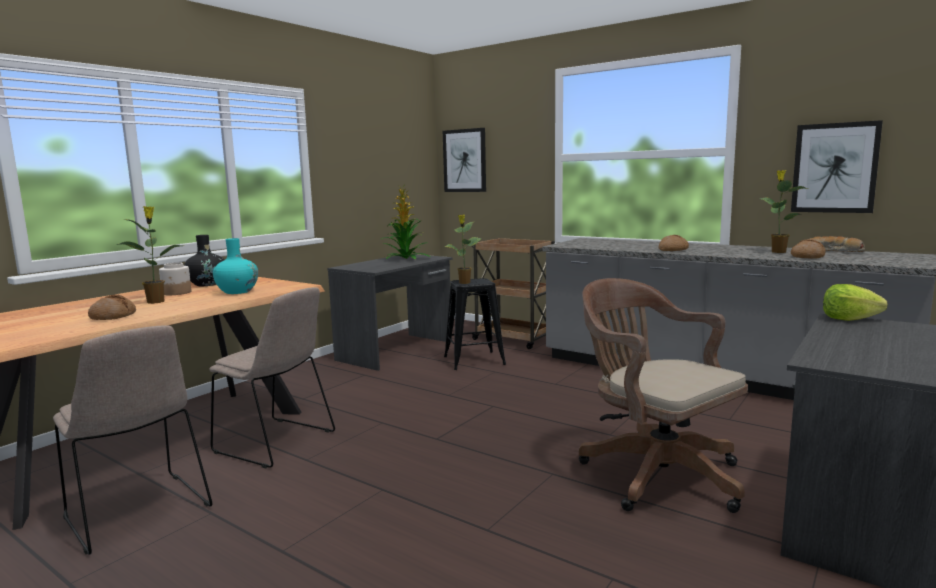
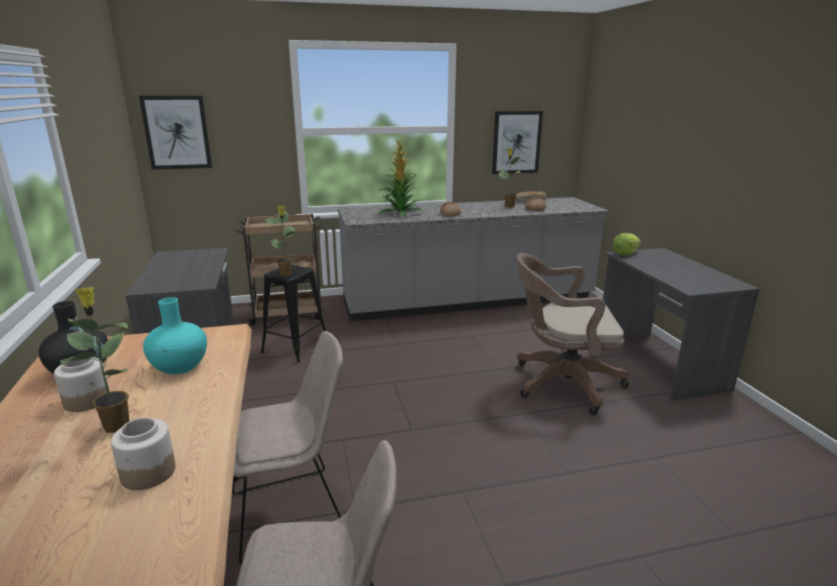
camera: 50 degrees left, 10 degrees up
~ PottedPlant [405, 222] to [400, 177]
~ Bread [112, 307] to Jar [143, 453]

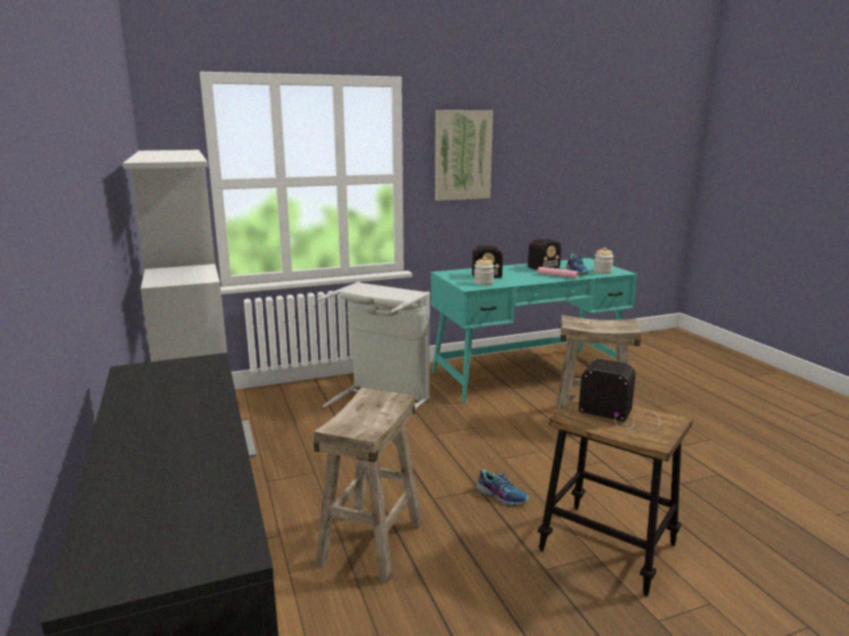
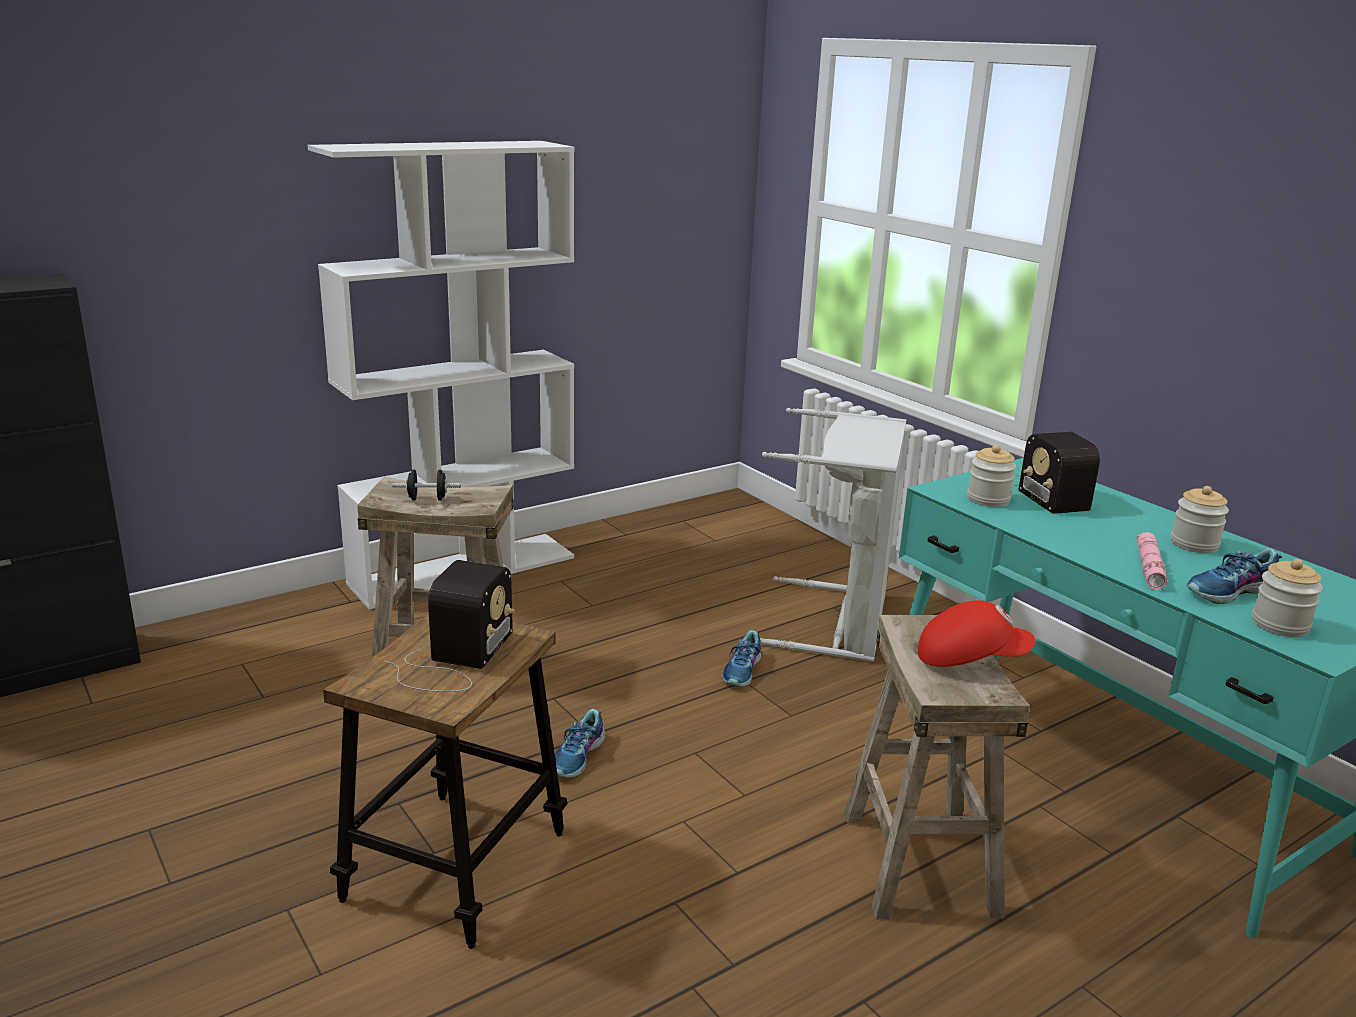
camera: 75 degrees right, 5 degrees up
- Picture [464, 155]
+ BlackDumbbell [426, 485]
+ Shoe [742, 658]
+ RedCap [977, 633]
~ Radio [537, 255] to Jar [1200, 519]

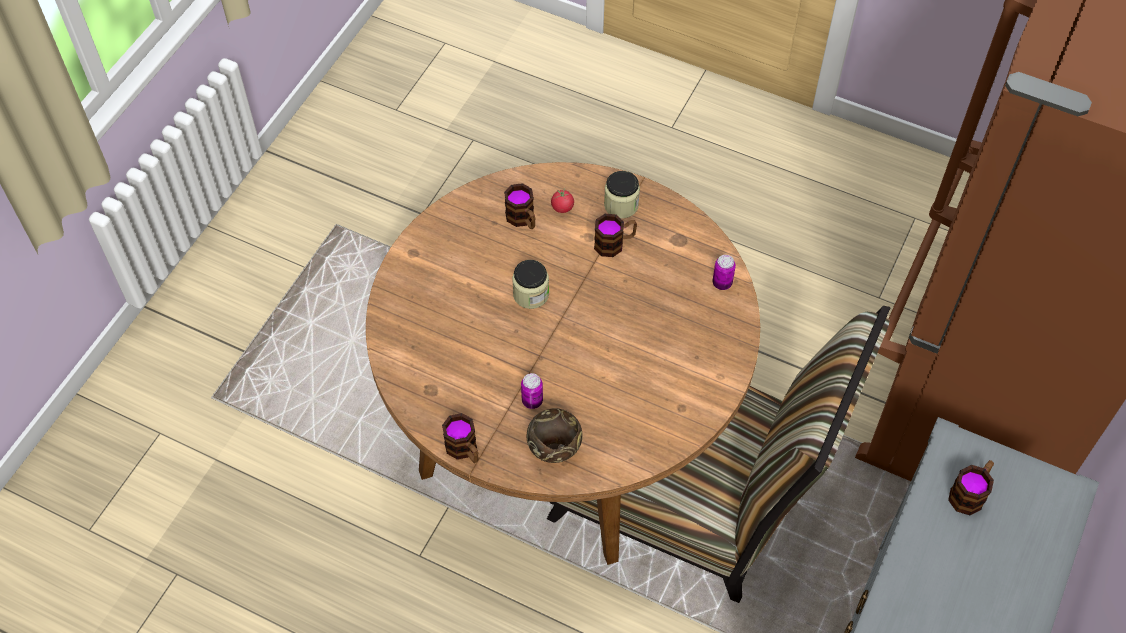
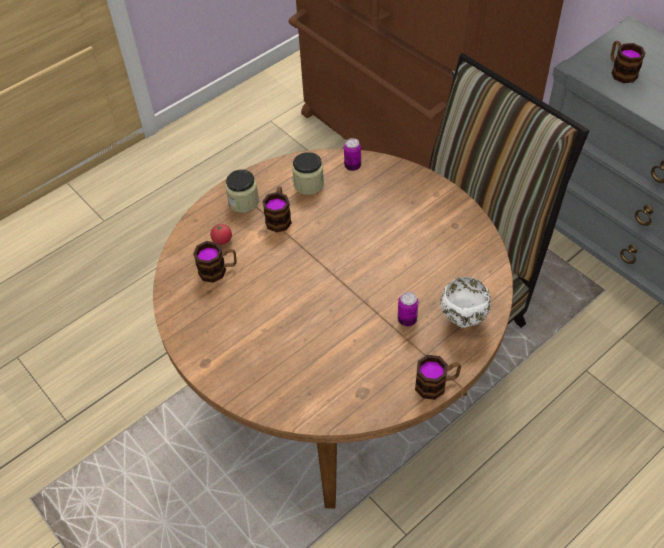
camera: 65 degrees left, 5 degrees down
~ Jar [530, 284] to [308, 173]
~ BrownBowl [555, 435] to WhiteBowl [465, 302]

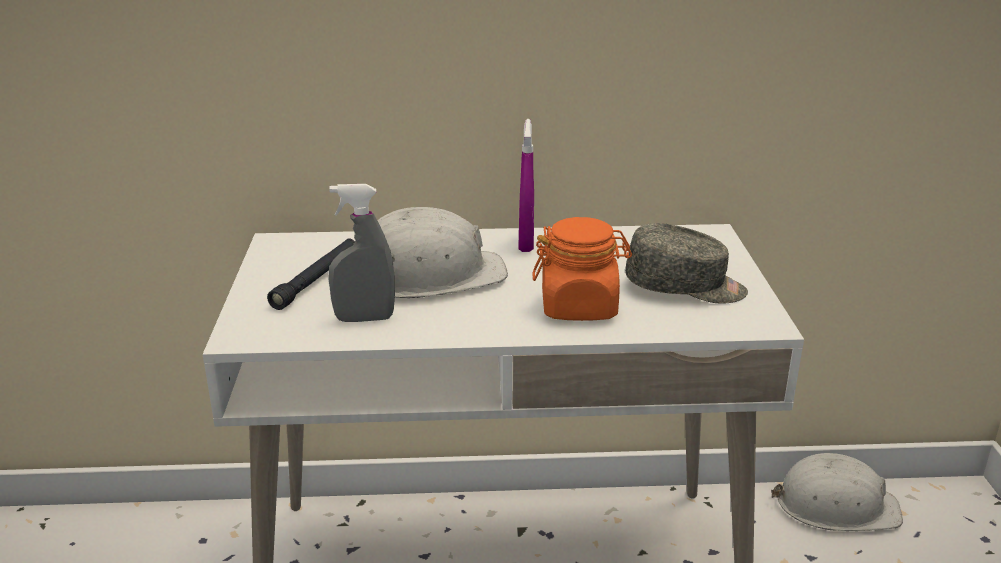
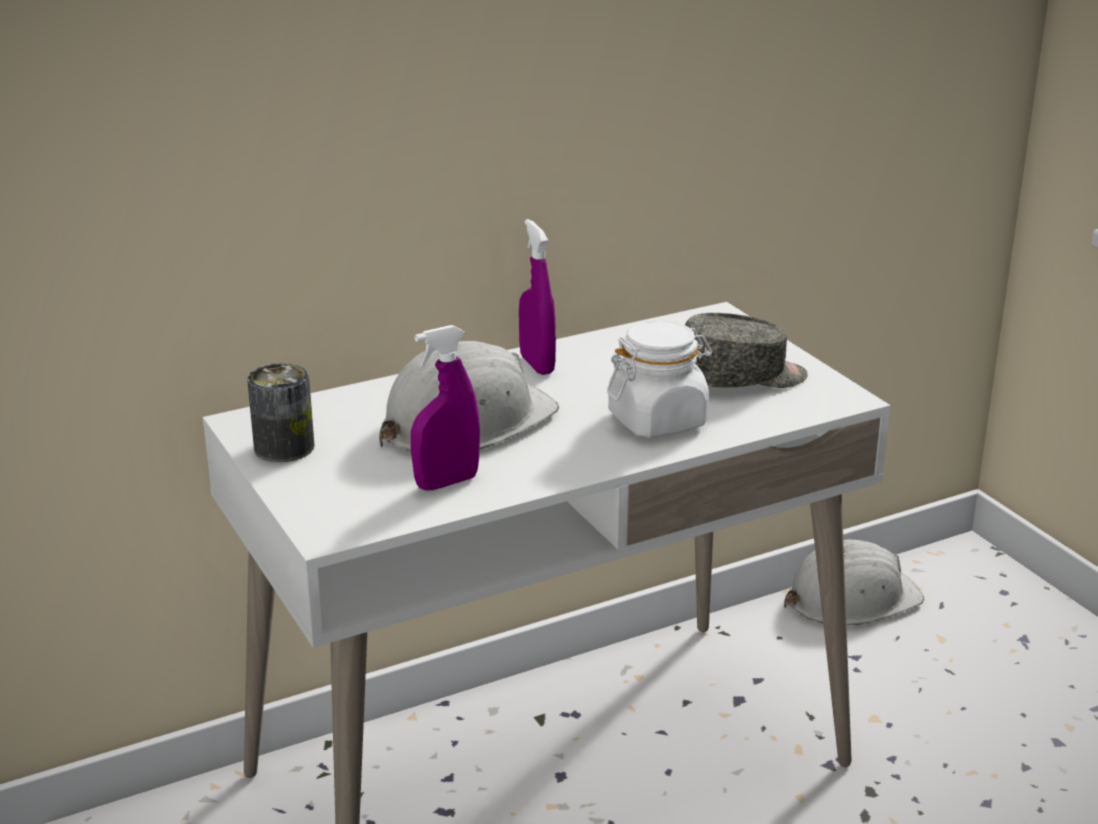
camera: 25 degrees left, 0 degrees up
- BlackFlashlight [311, 274]
+ Can [281, 412]
~ GreySprayBottle [361, 253] to PurpleSprayBottle [445, 408]
~ OrangeJar [582, 269] to WhiteJar [659, 378]

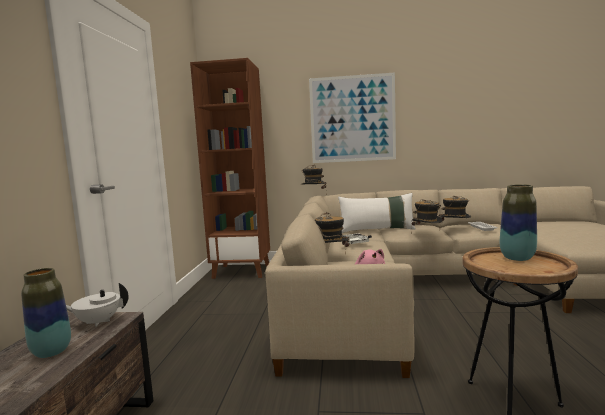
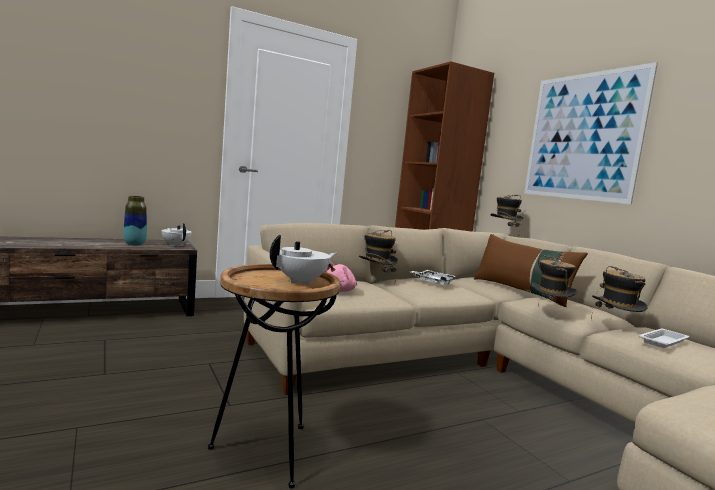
camera: 55 degrees right, 0 degrees up
~ Vase [518, 222] to WhiteTeapot [303, 260]
~ WhitePillow [376, 213] to BrownPillow [531, 270]

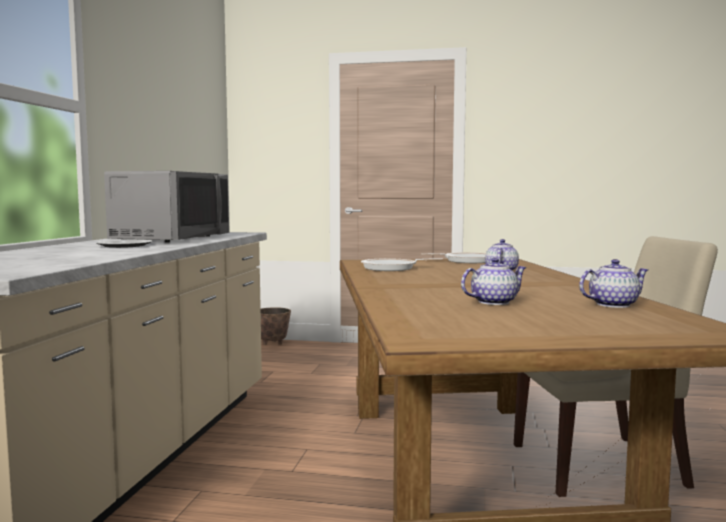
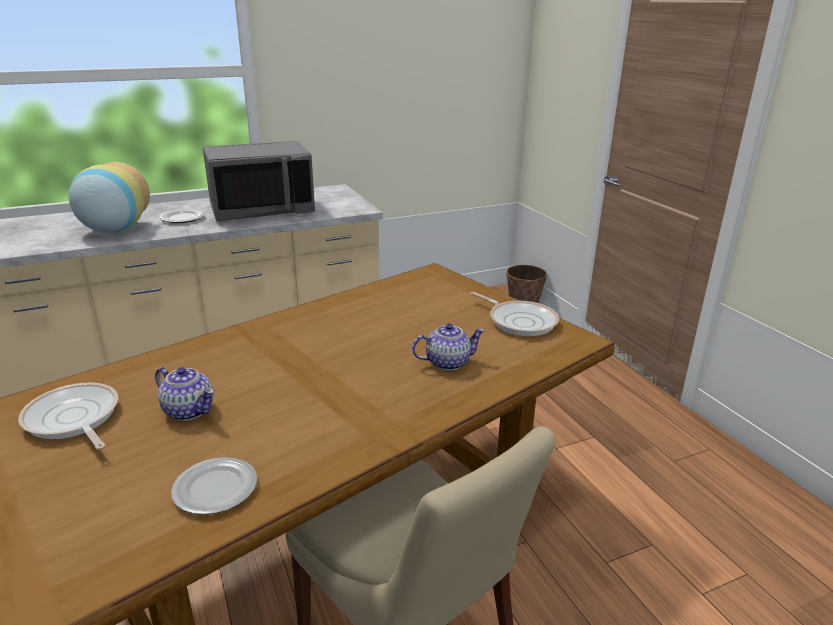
camera: 55 degrees right, 20 degrees up
+ Vase [109, 197]
~ FryingPan [402, 264] to [68, 416]
~ Teapot [613, 283] to Plate [214, 486]

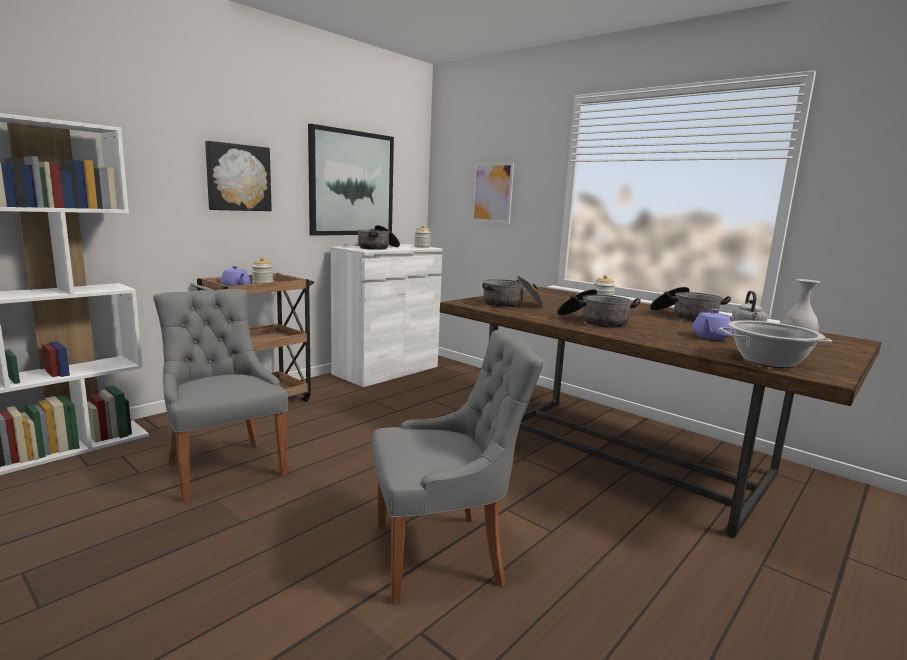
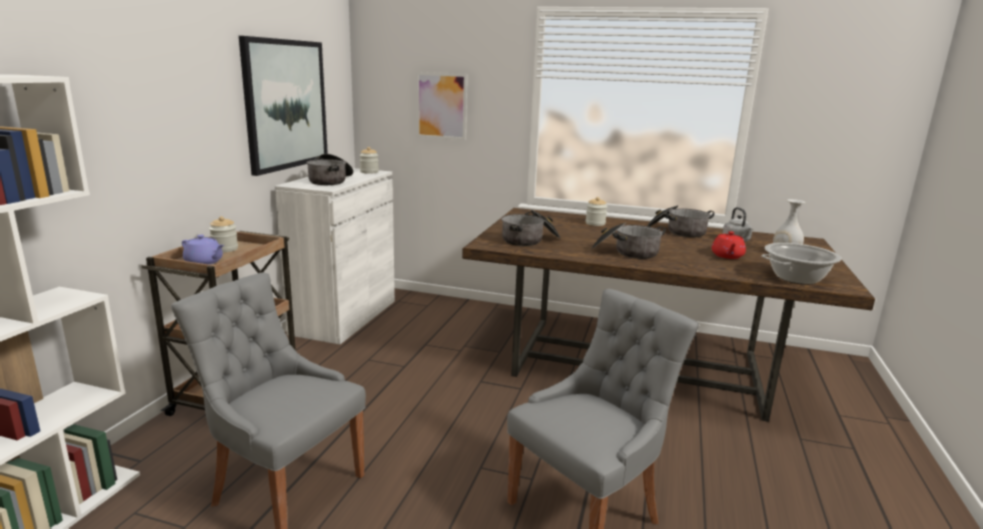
camera: 25 degrees left, 5 degrees up
- Picture [238, 176]
~ PurpleTeapot [712, 324] to RedTeapot [729, 245]

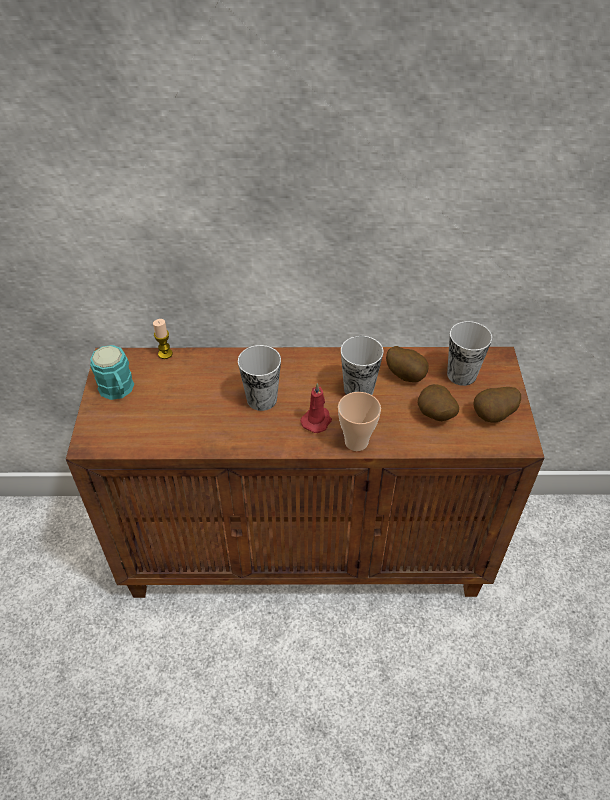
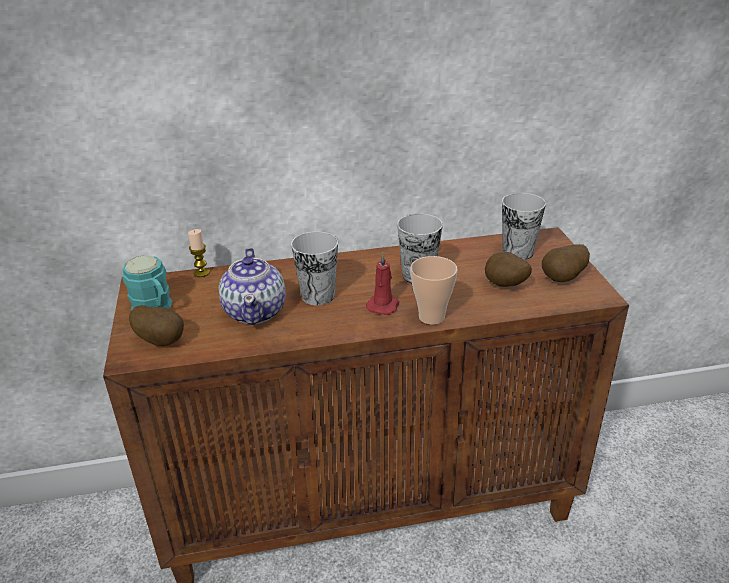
camera: 10 degrees left, 15 degrees down
+ Teapot [252, 286]
~ Potato [407, 364] to [156, 325]

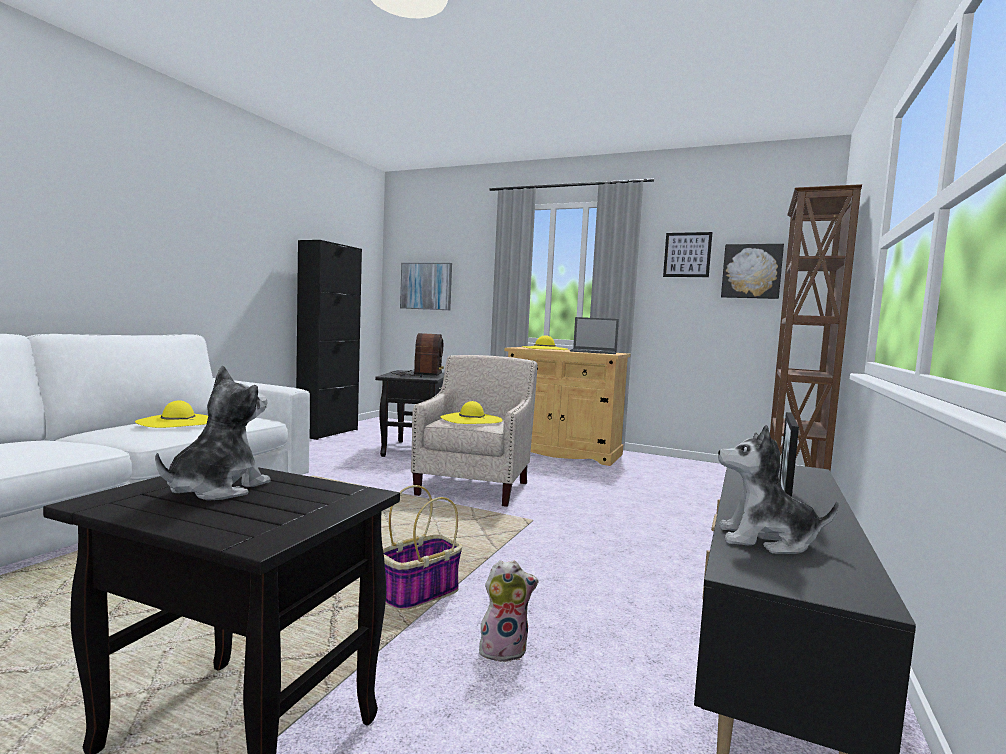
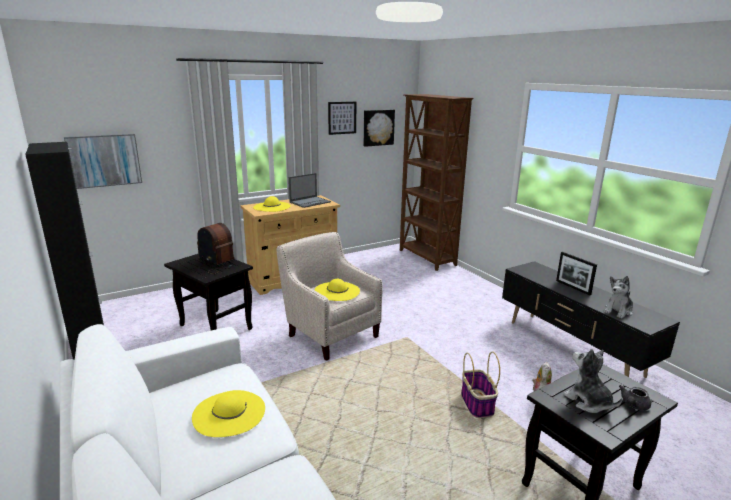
camera: 55 degrees left, 15 degrees up
+ GreyTeapot [635, 398]

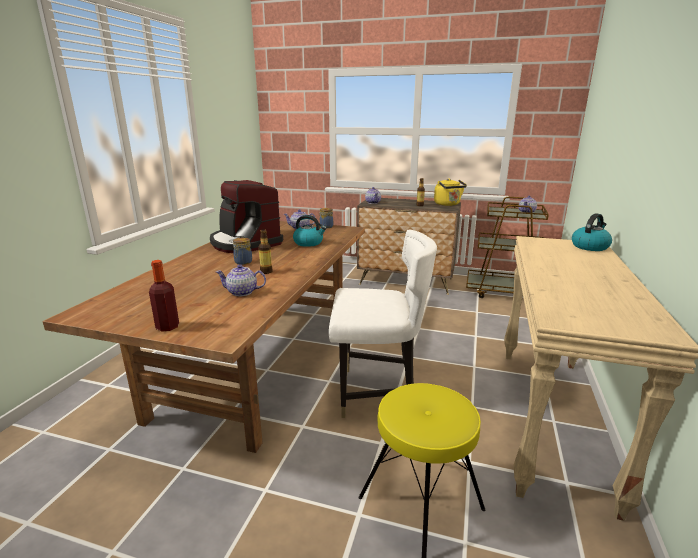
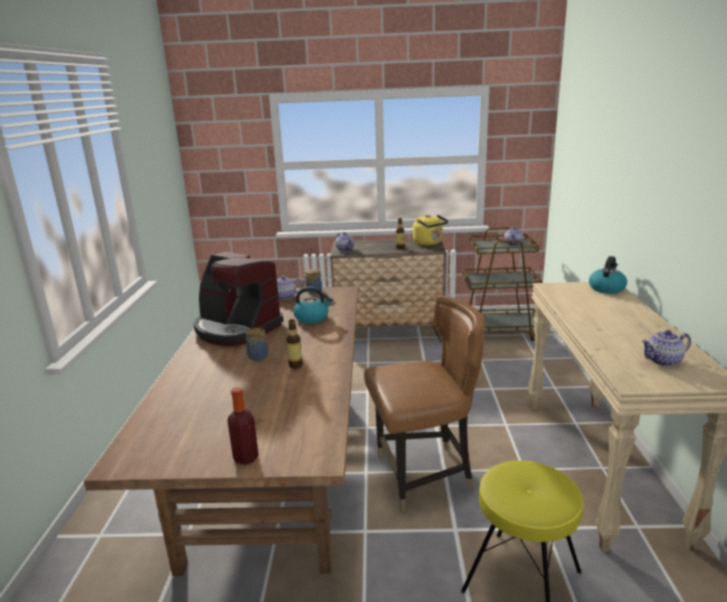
camera: 15 degrees left, 0 degrees up
~ Teapot [241, 280] to [666, 348]
~ WhiteChair [383, 324] to BrownChair [424, 403]

